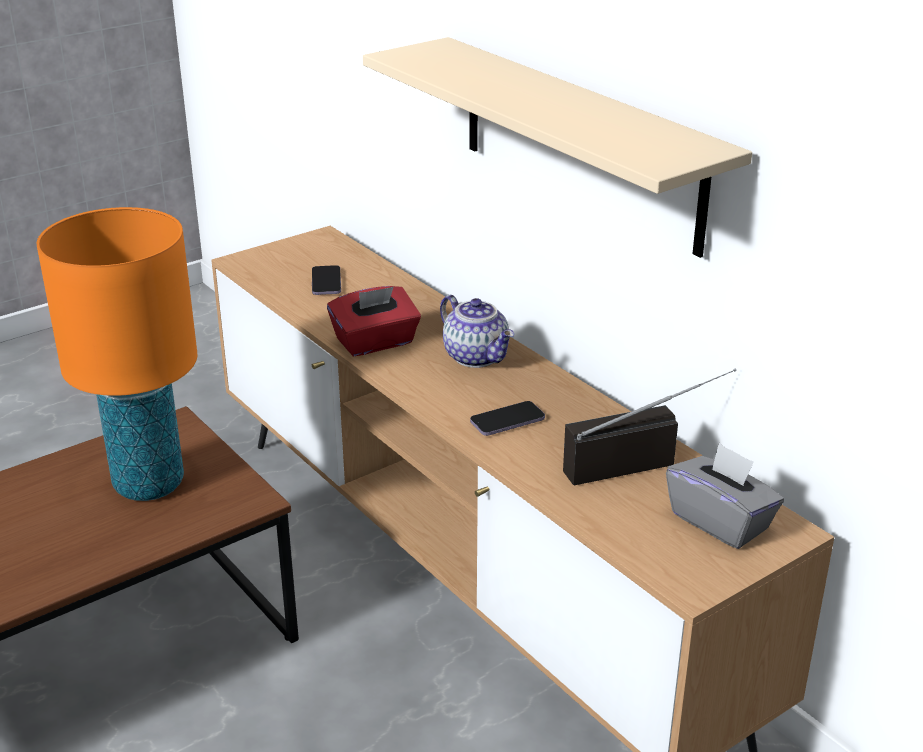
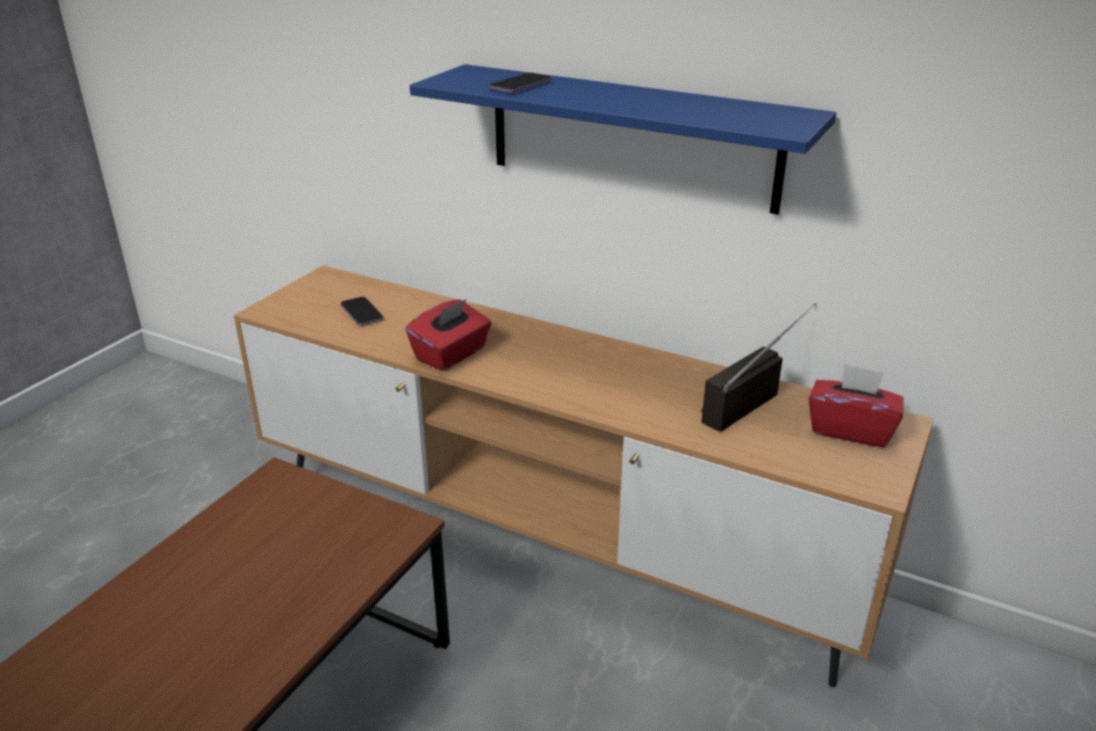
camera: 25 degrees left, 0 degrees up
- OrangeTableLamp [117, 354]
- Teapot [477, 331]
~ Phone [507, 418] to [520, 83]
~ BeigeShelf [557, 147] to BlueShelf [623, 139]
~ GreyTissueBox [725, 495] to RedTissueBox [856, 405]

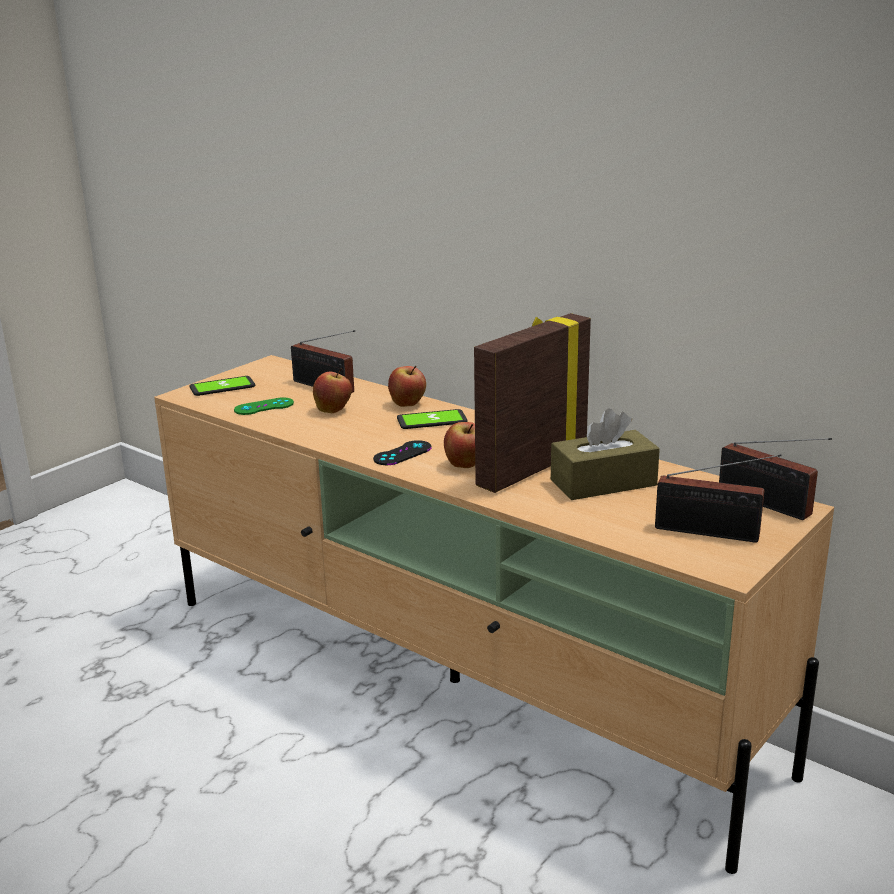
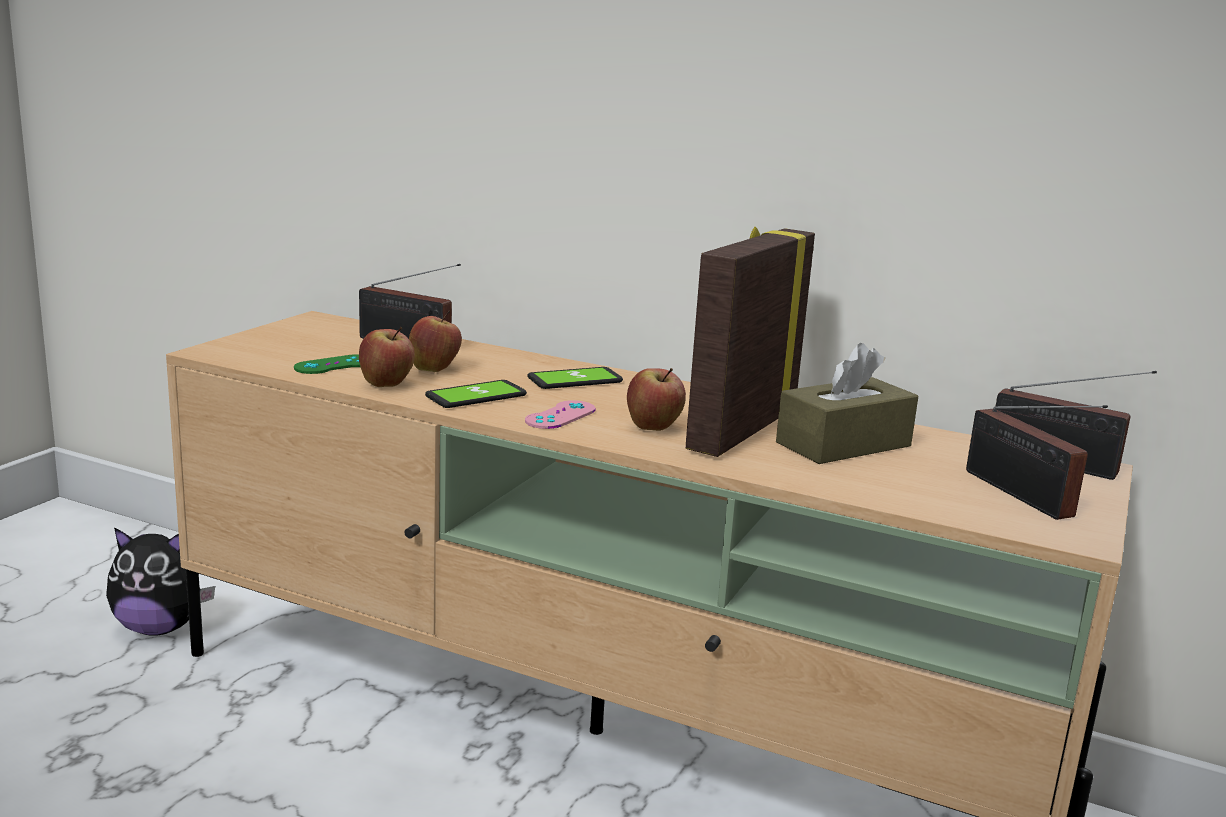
camera: 15 degrees left, 5 degrees down
+ PlushToy [160, 581]
~ Phone [222, 386] to [476, 394]
~ Apple [407, 386] to [387, 357]
~ BlackGameController [402, 452] to PinkGameController [560, 414]
~ Radio [718, 498] = [1037, 462] 60 degrees clockwise

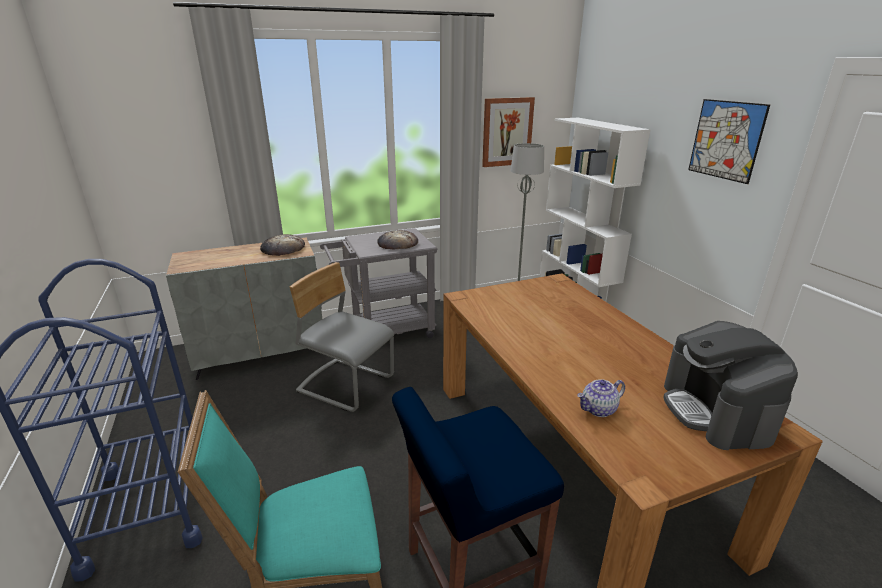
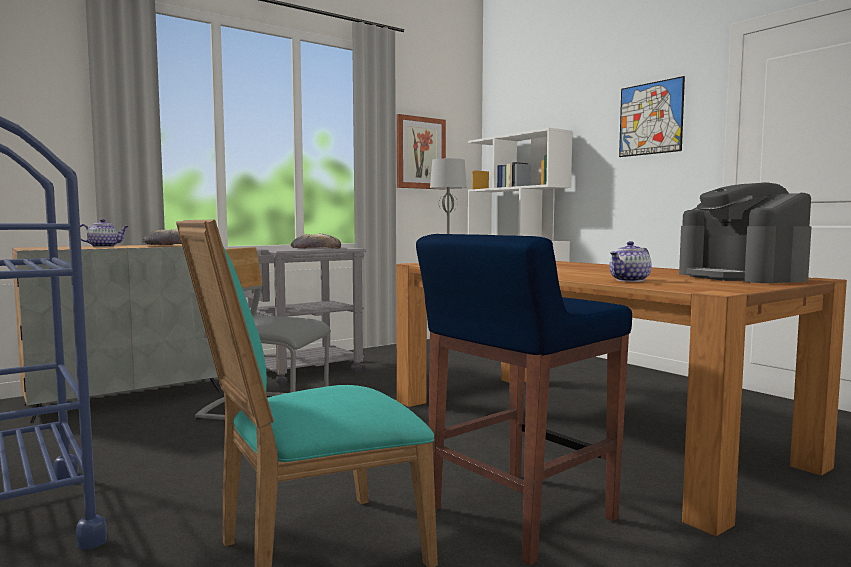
camera: 15 degrees left, 20 degrees down
+ Teapot [104, 233]

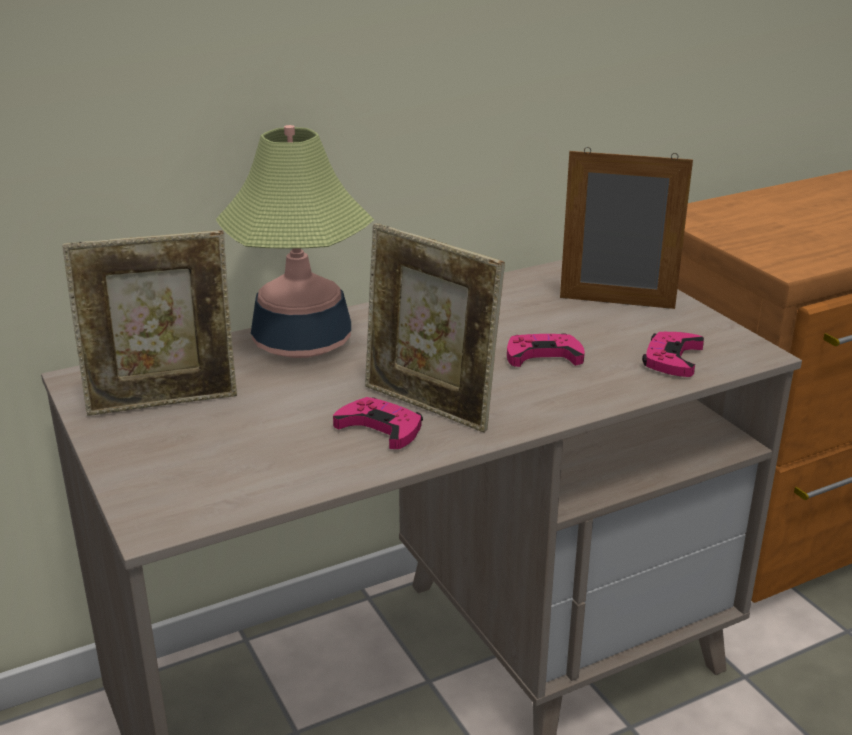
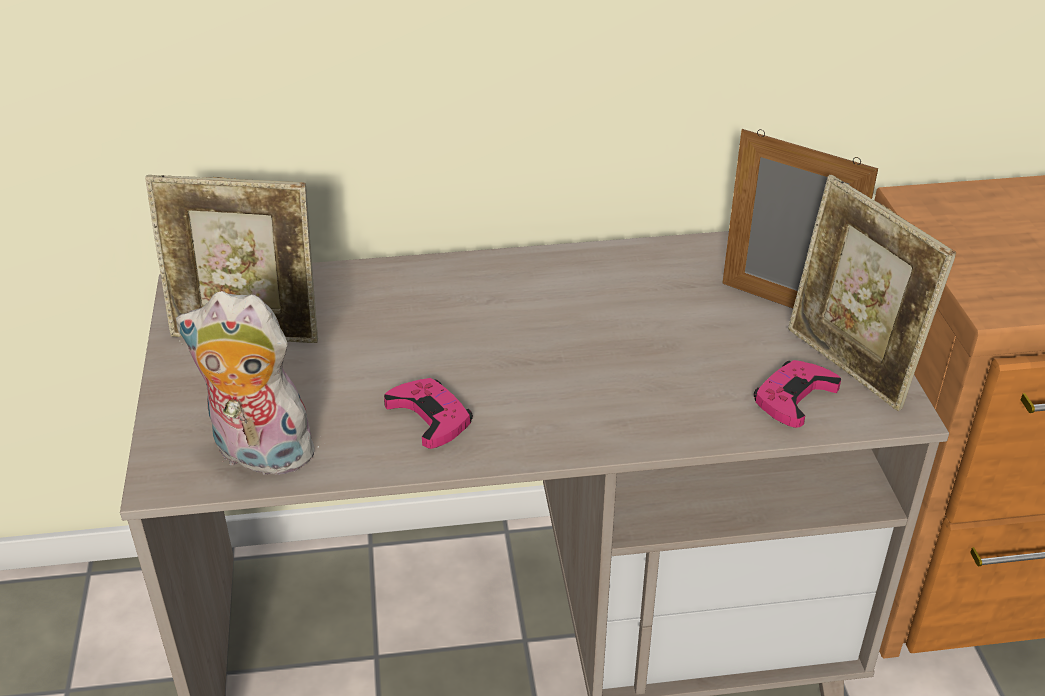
camera: 20 degrees right, 10 degrees up
- TableLamp [295, 241]
- PinkGameController [546, 350]
+ PlushToy [248, 386]
~ PictureFrame [435, 328] to [872, 293]

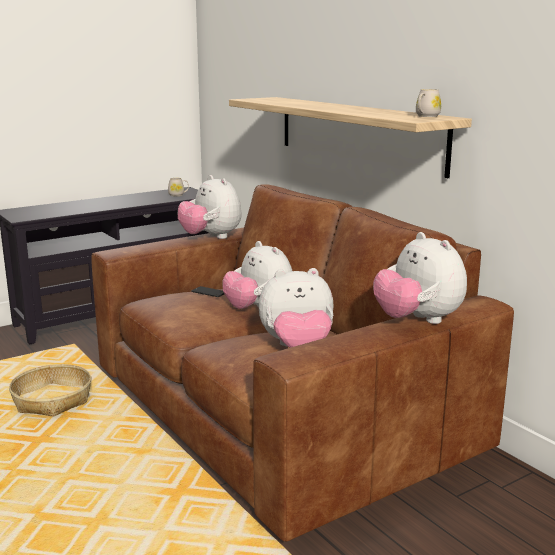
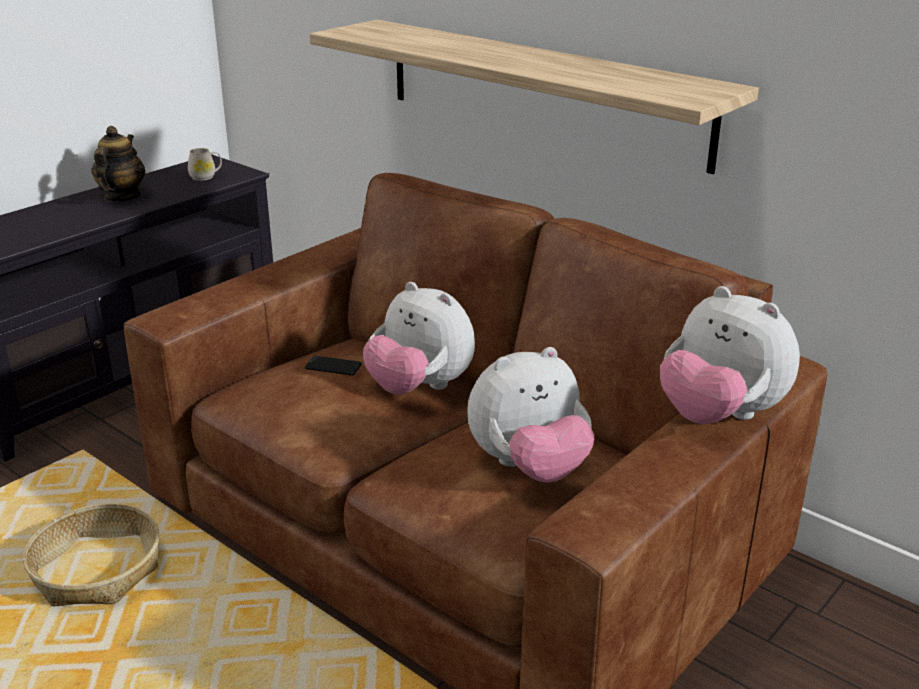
camera: 15 degrees left, 10 degrees up
- PlushToy [209, 207]
- WhiteMug [428, 103]
+ Teapot [118, 164]

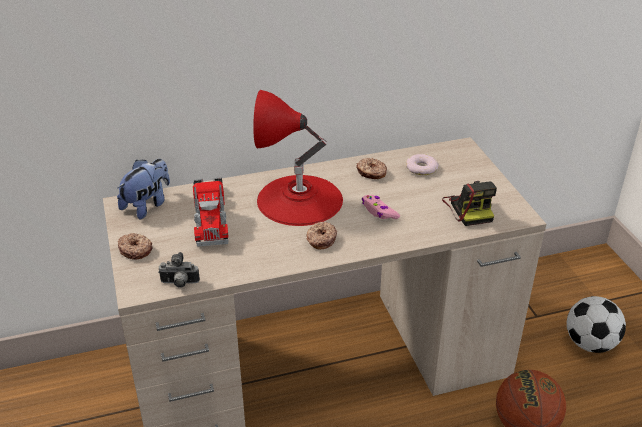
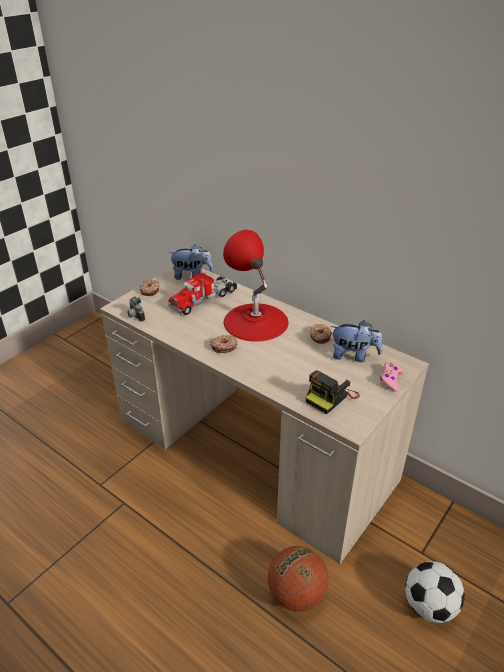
camera: 55 degrees right, 0 degrees up
~ PinkGameController [381, 207] to [391, 377]
~ Donut [422, 164] to PlushToy [357, 341]

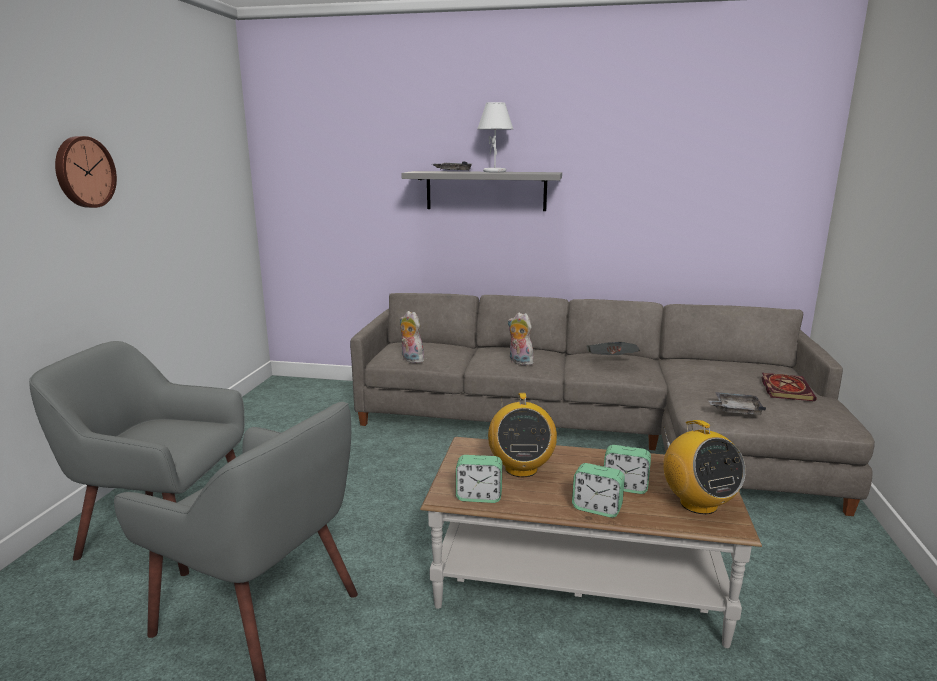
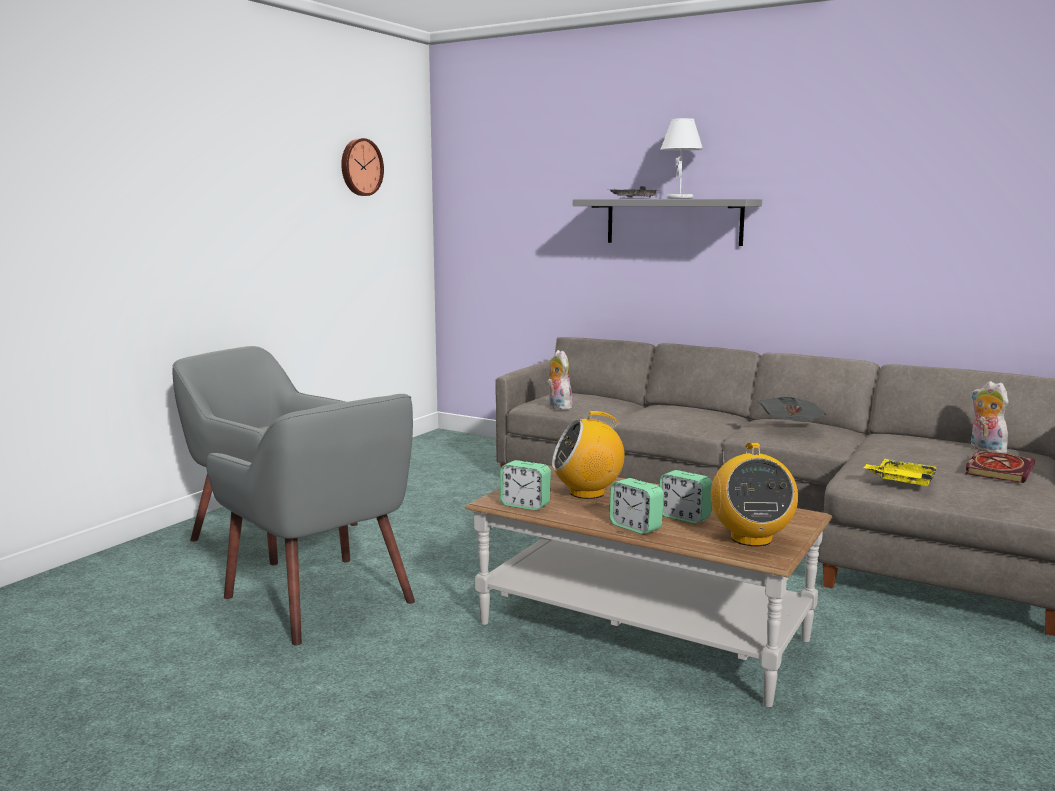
camera: 20 degrees right, 5 degrees down
~ WallClock [86, 172] to [362, 167]
~ PlushToy [520, 339] to [990, 417]
~ GreyTray [737, 403] to YellowTray [900, 472]
~ Radio [522, 435] = [588, 455] 60 degrees clockwise

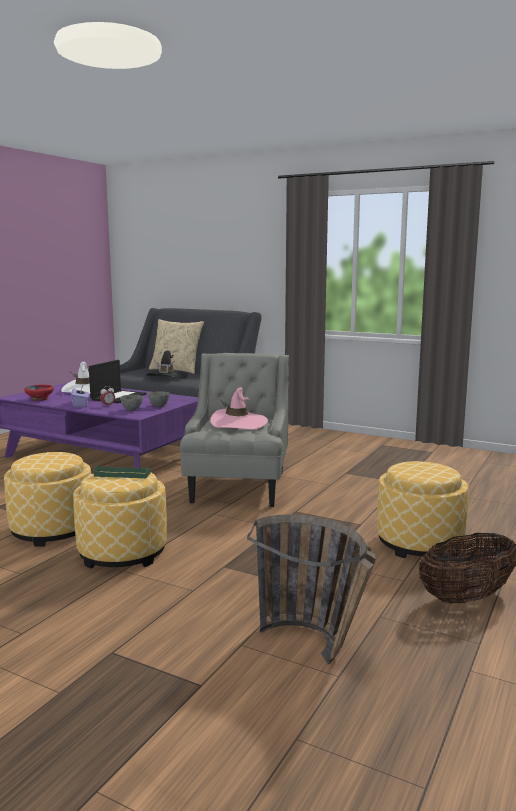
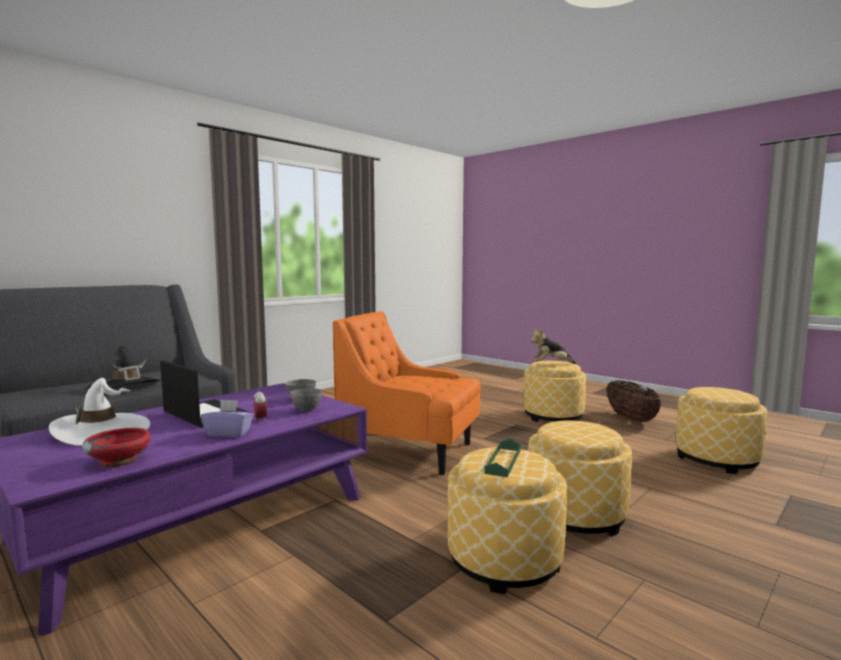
camera: 75 degrees left, 5 degrees down
- BeigePillow [176, 346]
- PinkHat [239, 408]
+ PlushToy [553, 346]
~ GreenTray [122, 471] to [502, 458]
~ Basket [311, 589] to Ottoman [721, 430]
~ GreyArmchair [234, 430] to OrangeArmchair [407, 393]

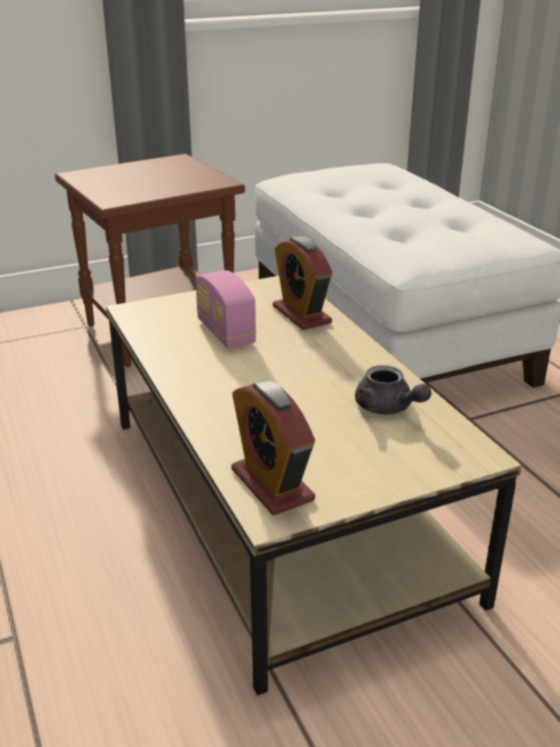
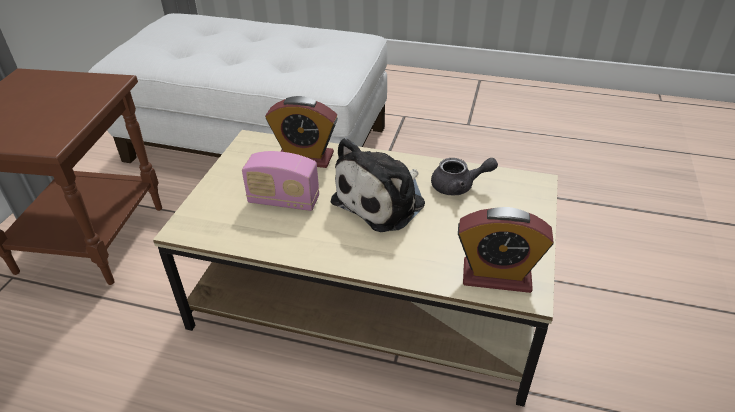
camera: 50 degrees left, 10 degrees up
+ PlushToy [378, 185]

